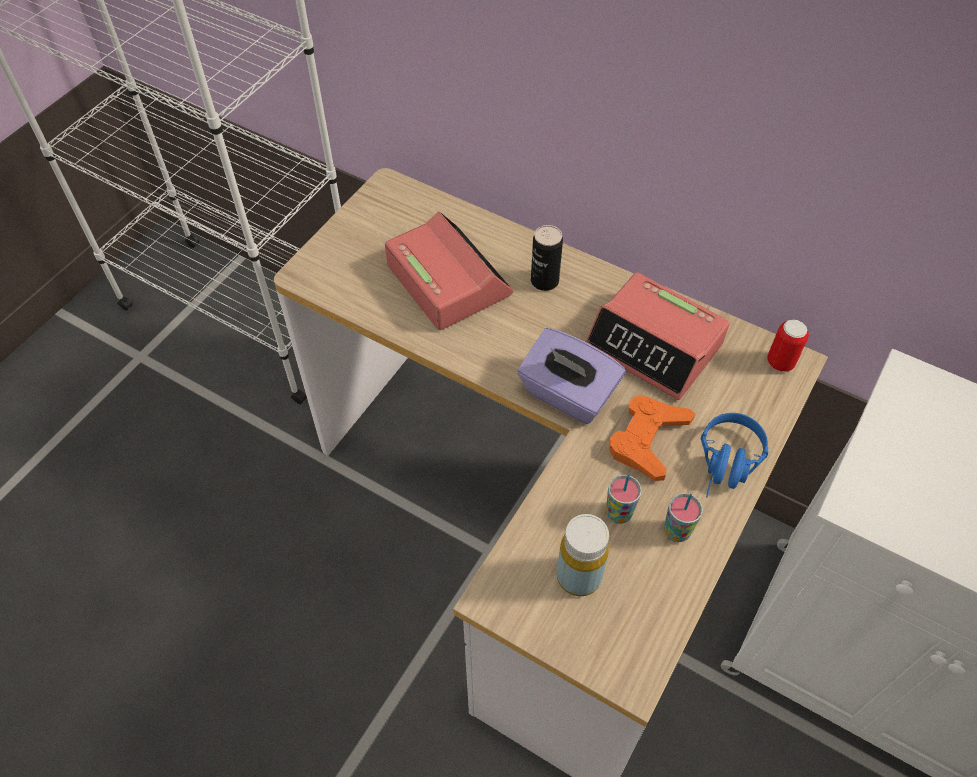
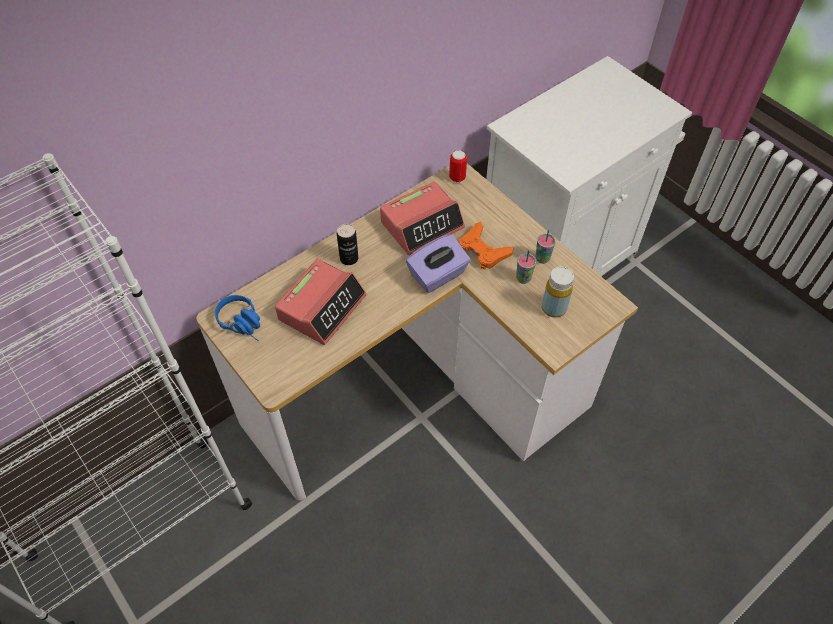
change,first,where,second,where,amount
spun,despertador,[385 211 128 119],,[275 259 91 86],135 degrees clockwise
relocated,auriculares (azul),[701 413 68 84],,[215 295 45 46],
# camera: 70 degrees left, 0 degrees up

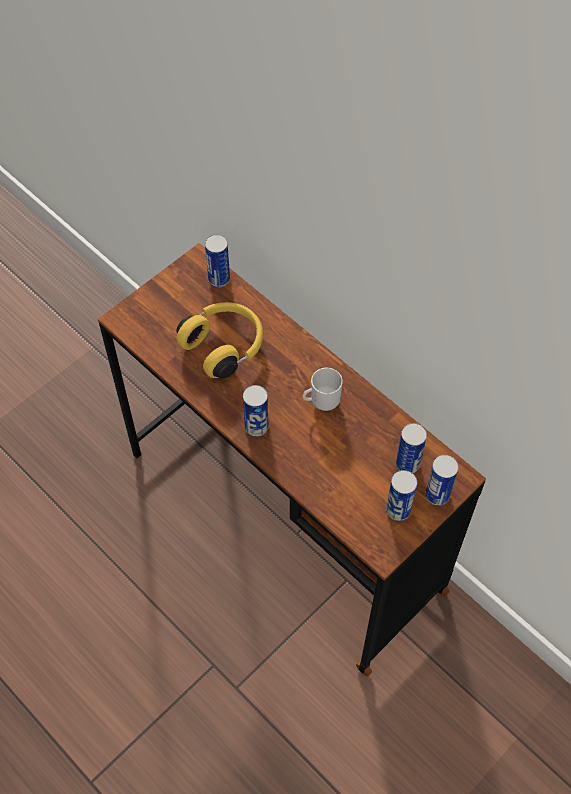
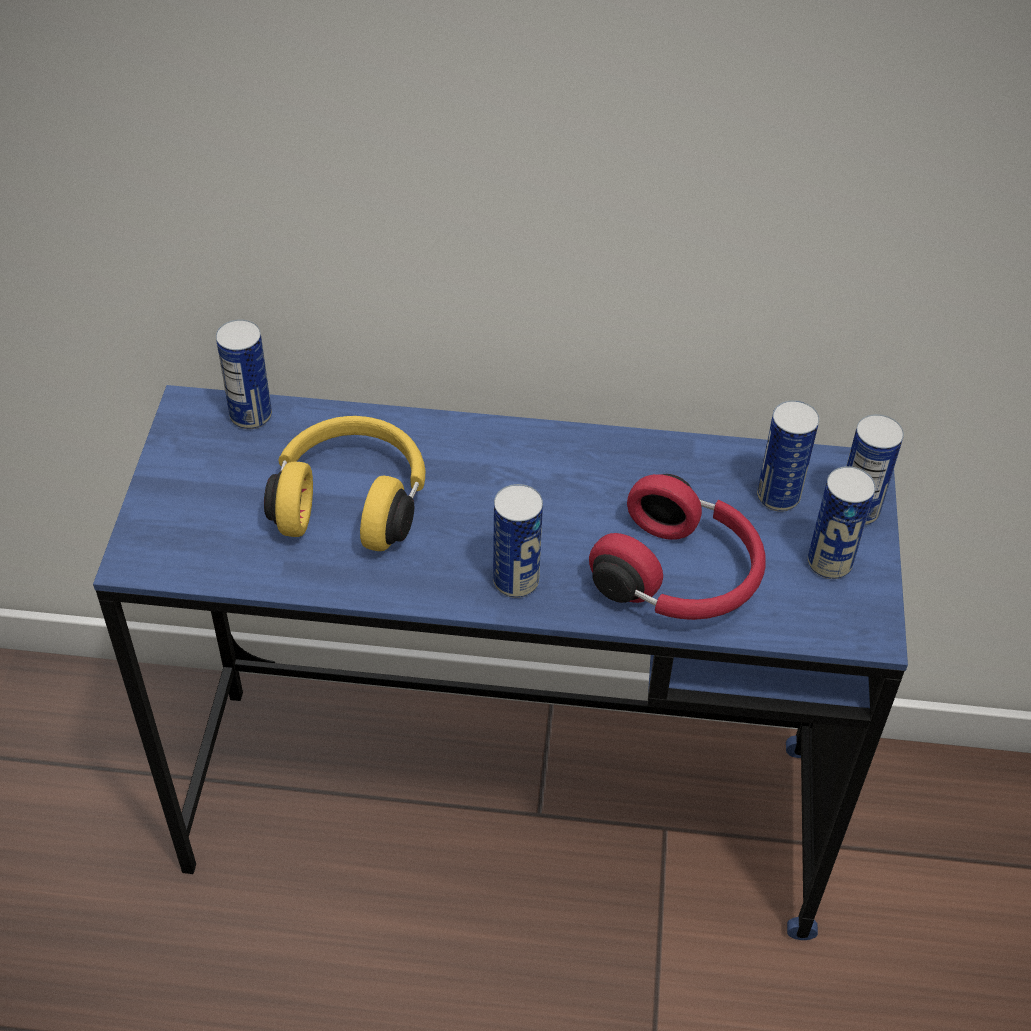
change,first,where,second,where,amount
colour,escritorio (marrón),[98 243 388 434],escritorio (azul),[93 385 815 555],
missing,taza grande,[302 368 41 43],,,
appeared,,,auriculares (rojo),[589 474 177 146],
# camera: 40 degrees left, 10 degrees down

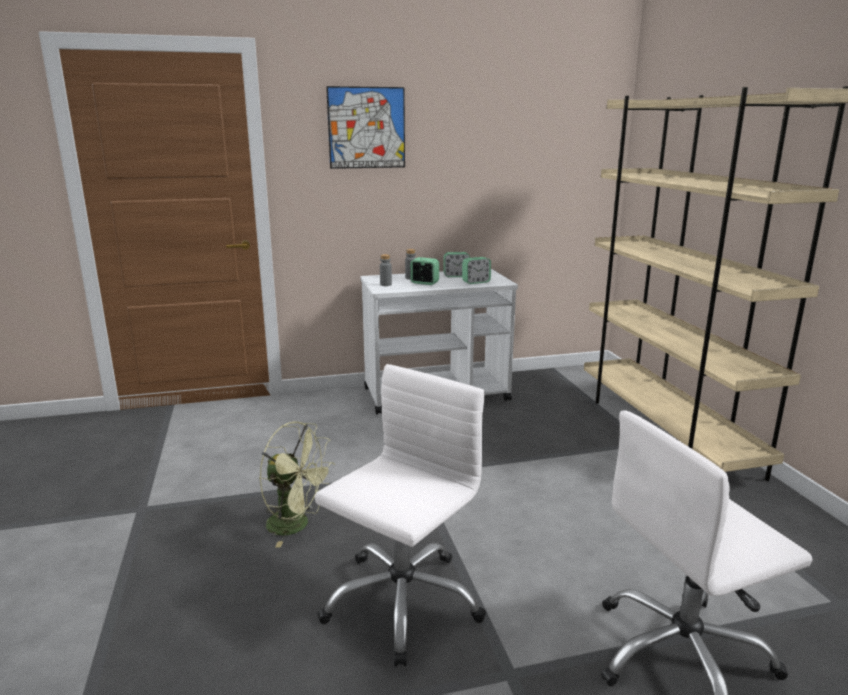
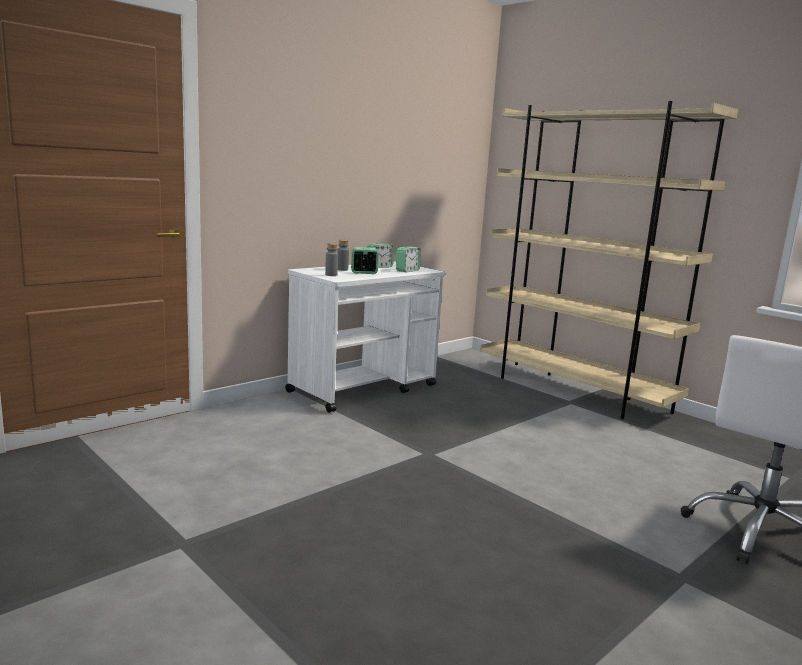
change,first,where,second,where,amount
missing,cuadro,[326 86 79 83],,,
missing,silla de oficina (blanco),[315 364 171 303],,,
missing,ventilador (verde),[259 422 76 125],,,
# camera: 30 degrees left, 5 degrees down

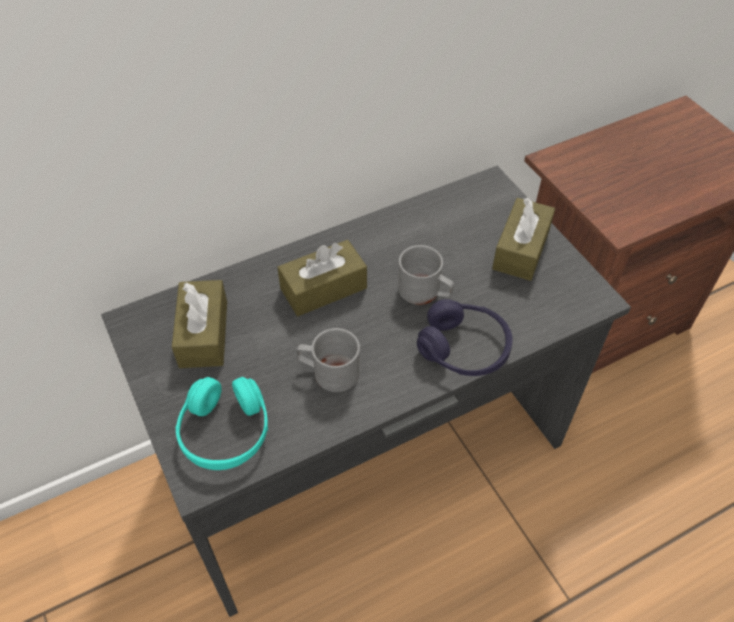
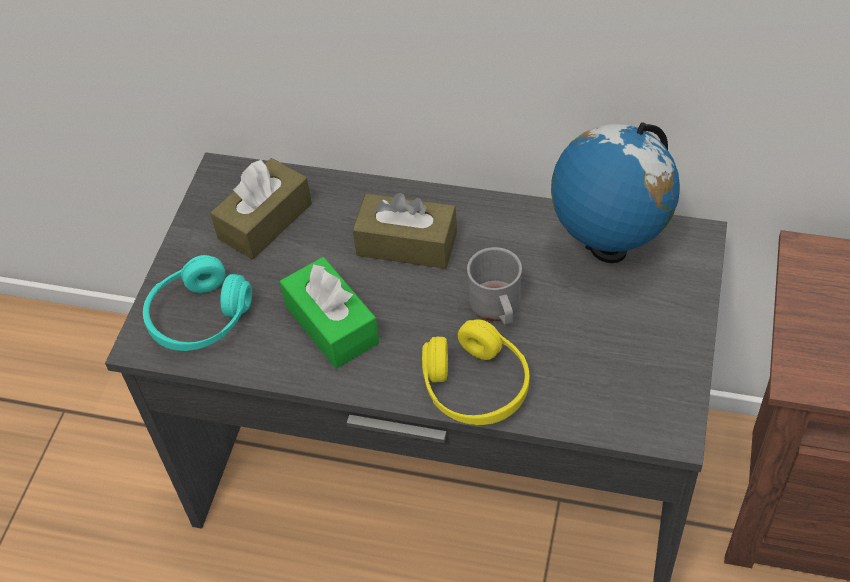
change,first,where,second,where,amount
missing,caja de pañuelos (marrón),[492 198 63 83],,,
colour,auriculares (morado),[417 299 96 77],auriculares (amarillo),[422 319 107 106],
exchanged,taza grande (gris),[296 328 64 64],caja de pañuelos (verde),[280 257 99 112],
appeared,,,globo terráqueo,[551 122 129 141],
# camera: 45 degrees right, 0 degrees up

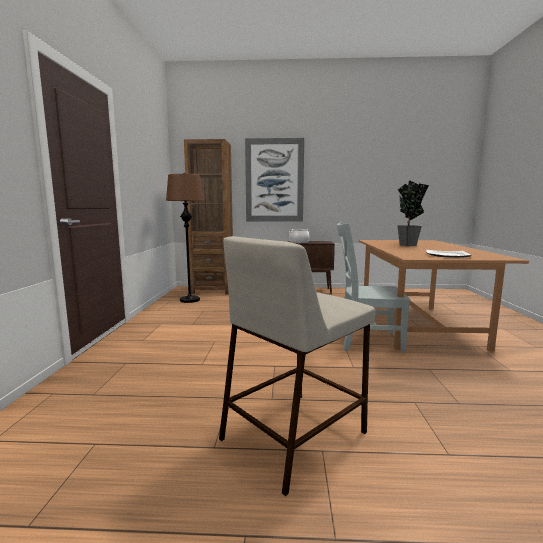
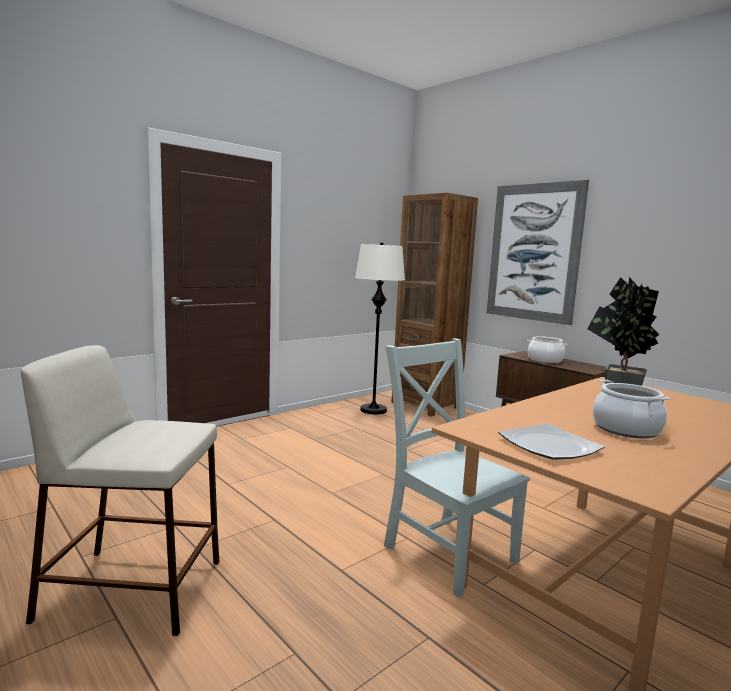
change,first,where,second,where,amount
colour,lámpara de pie (marrón),[166 173 39 130],lámpara de pie (blanco),[355 242 50 172],
appeared,,,olla,[593 380 77 59],
# camera: 45 degrees right, 0 degrees up

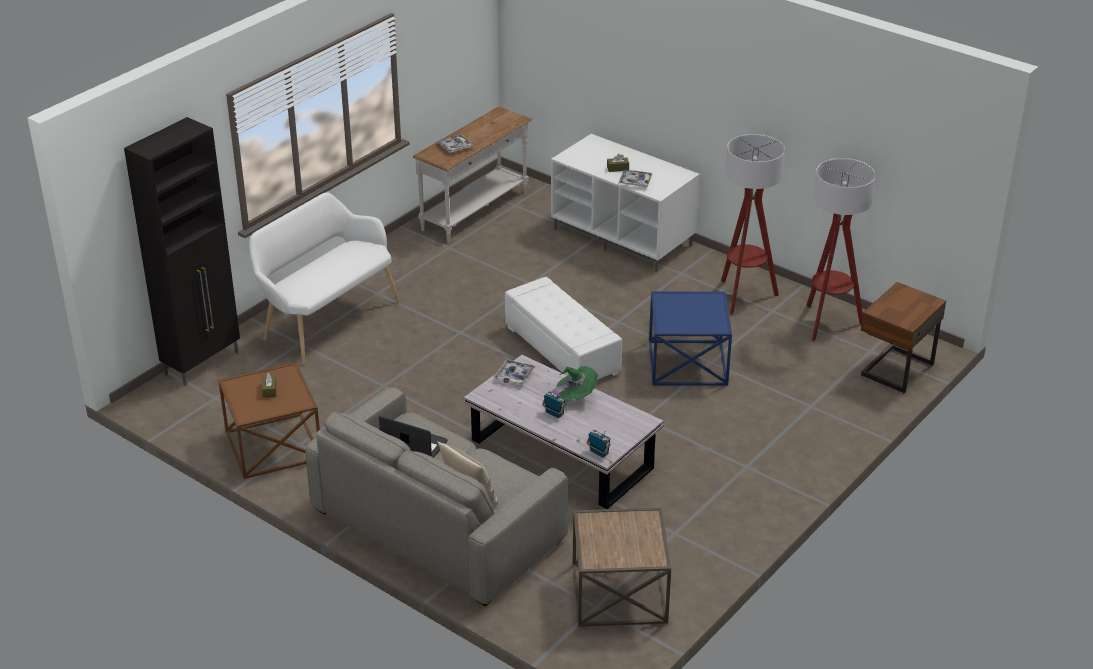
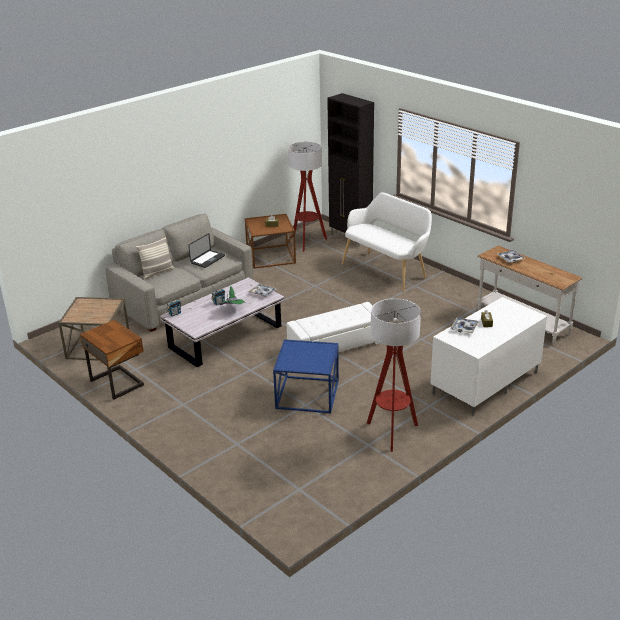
change,first,where,second,where,amount
relocated,lámpara de pie,[806 158 70 183],,[288 142 39 110],
relocated,mesita de noche (marrón),[861 282 85 112],,[80 320 64 80],
# camera: 100 degrees right, 5 degrees down

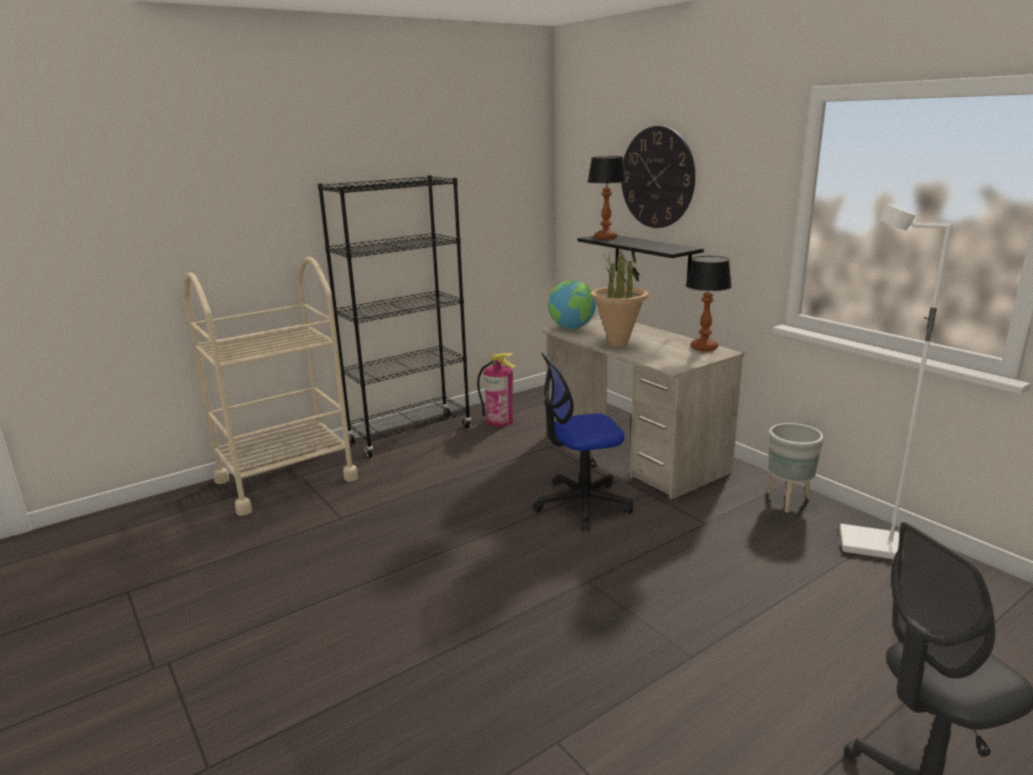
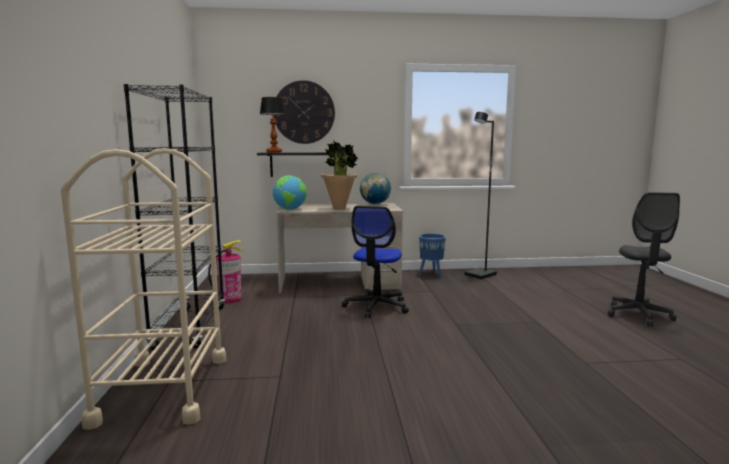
change,first,where,second,where,amount
colour,lámpara de pie (blanco),[840 204 112 355],lámpara de pie (negro),[464 112 33 168],
exchanged,lámpara de mesa,[686 256 46 95],globo terráqueo,[360 173 31 32],
colour,maceta (gris),[767 423 57 90],maceta (azul),[419 234 27 44],
# camera: 60 degrees left, 10 degrees down

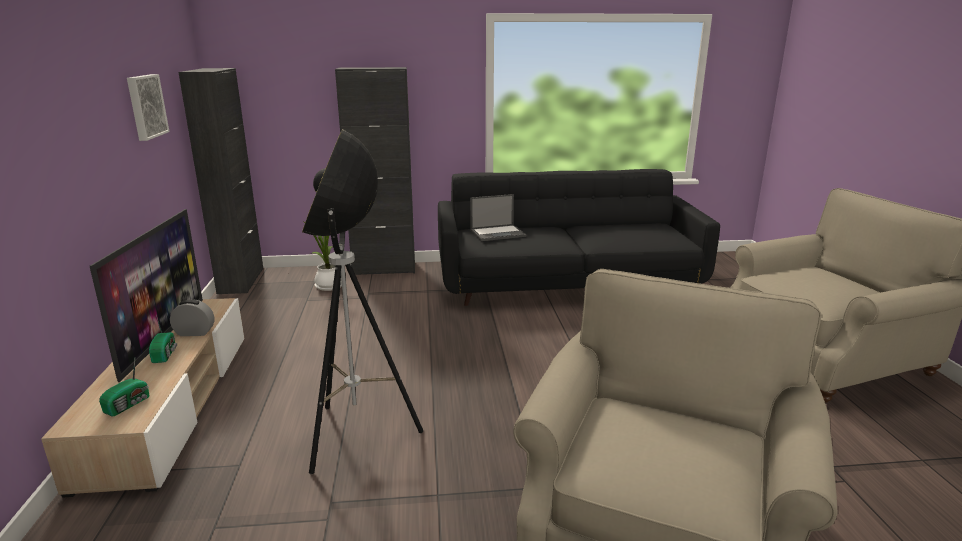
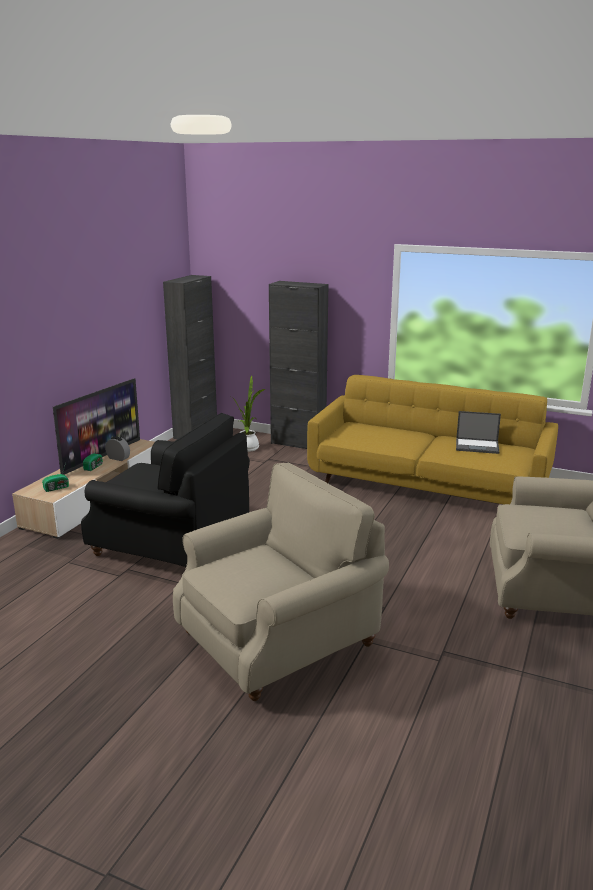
change,first,where,second,where,amount
missing,cuadro,[127 74 42 67],,,
exchanged,lámpara de pie,[302 129 121 345],sillón (negro),[81 413 169 154],
colour,sofá (negro),[438 169 282 137],sofá (amarillo),[307 375 251 130],
relocated,portátil,[470 194 56 47],,[456 411 45 43],
# camera: 30 degrees right, 0 degrees up

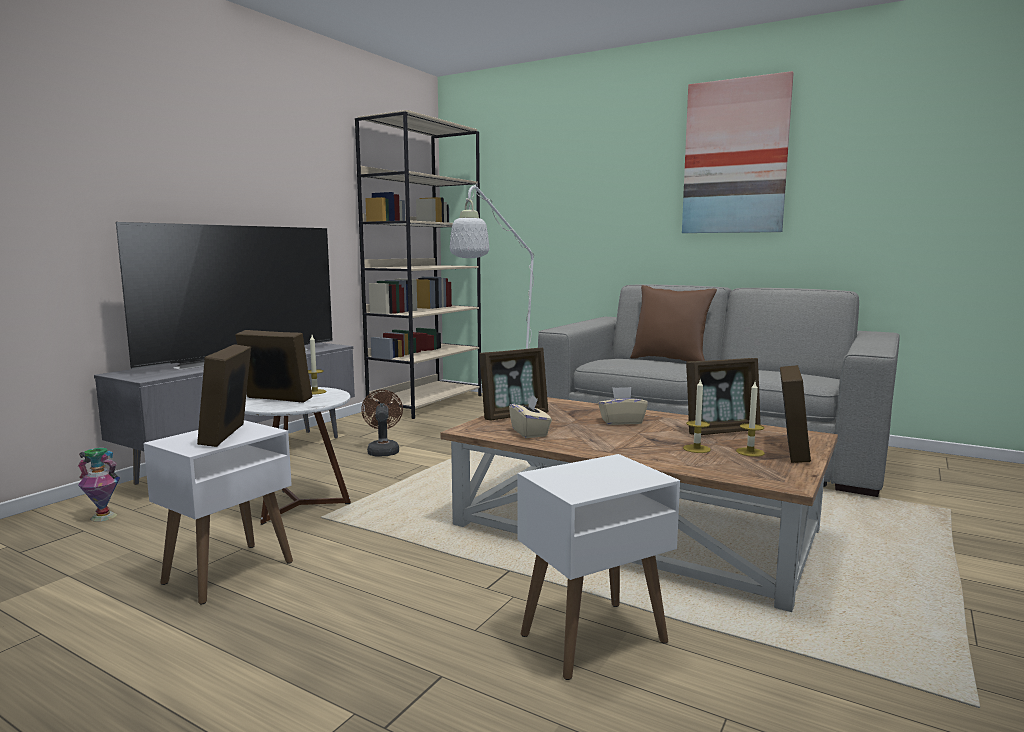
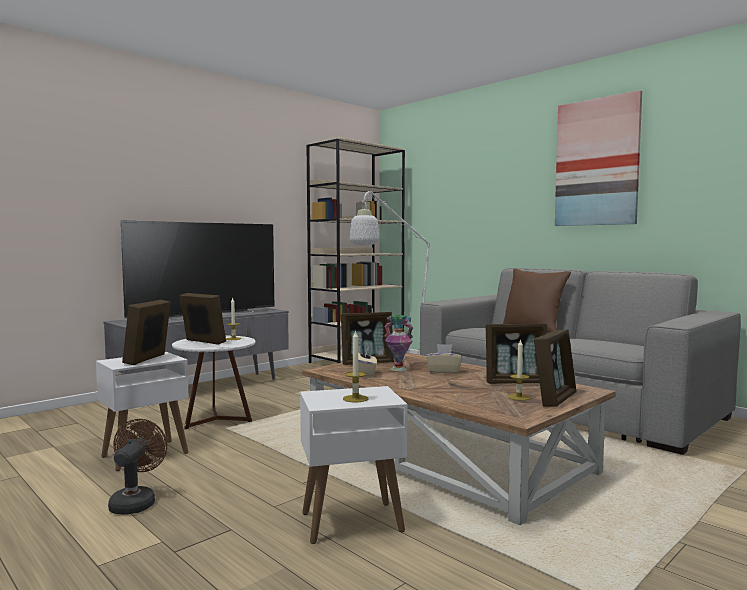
change,first,where,second,where,amount
relocated,vela,[683 378 28 75],,[343 330 25 72],
relocated,ventilador (marrón),[361 390 42 66],,[108 419 59 95],
relocated,florero,[78 448 42 73],,[384 315 29 56],
# camera: 15 degrees right, 5 degrees down

